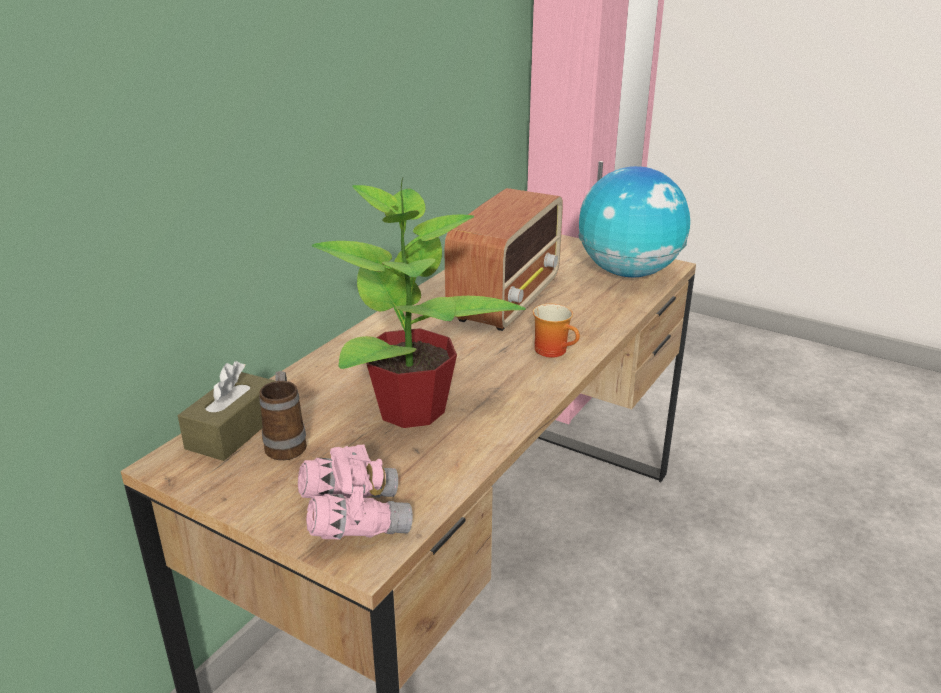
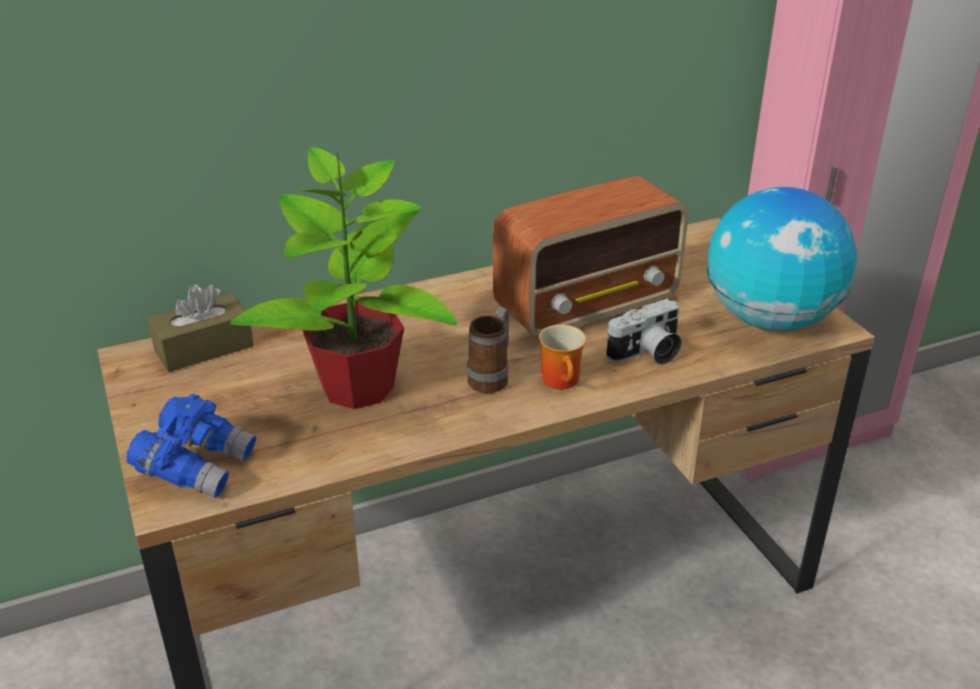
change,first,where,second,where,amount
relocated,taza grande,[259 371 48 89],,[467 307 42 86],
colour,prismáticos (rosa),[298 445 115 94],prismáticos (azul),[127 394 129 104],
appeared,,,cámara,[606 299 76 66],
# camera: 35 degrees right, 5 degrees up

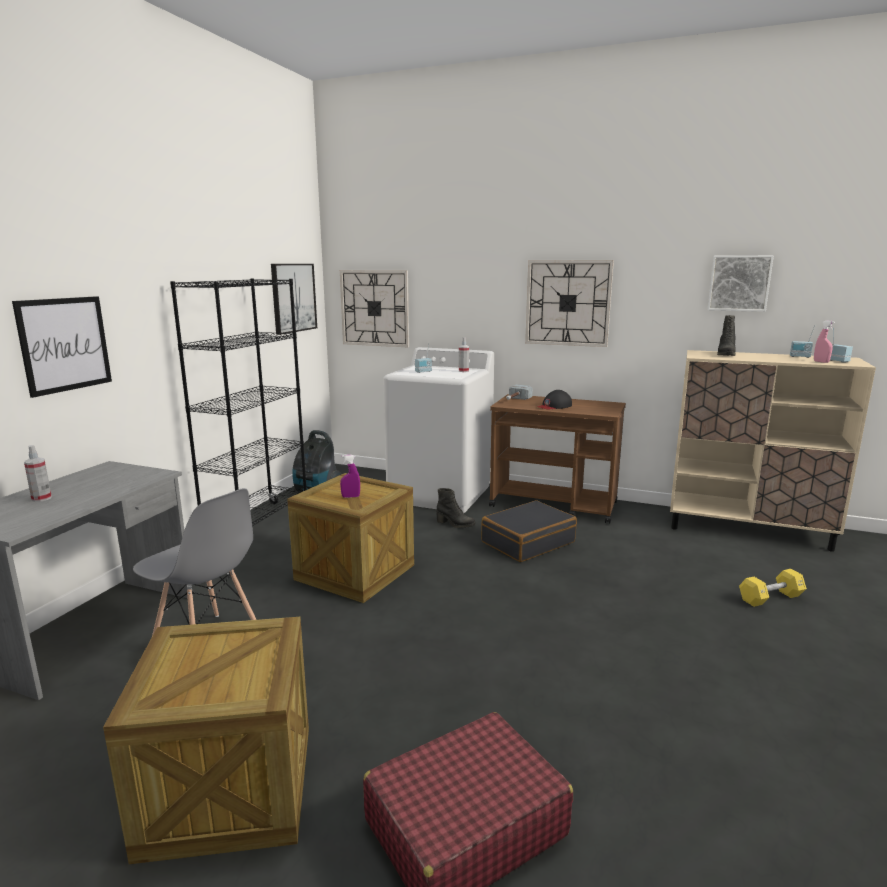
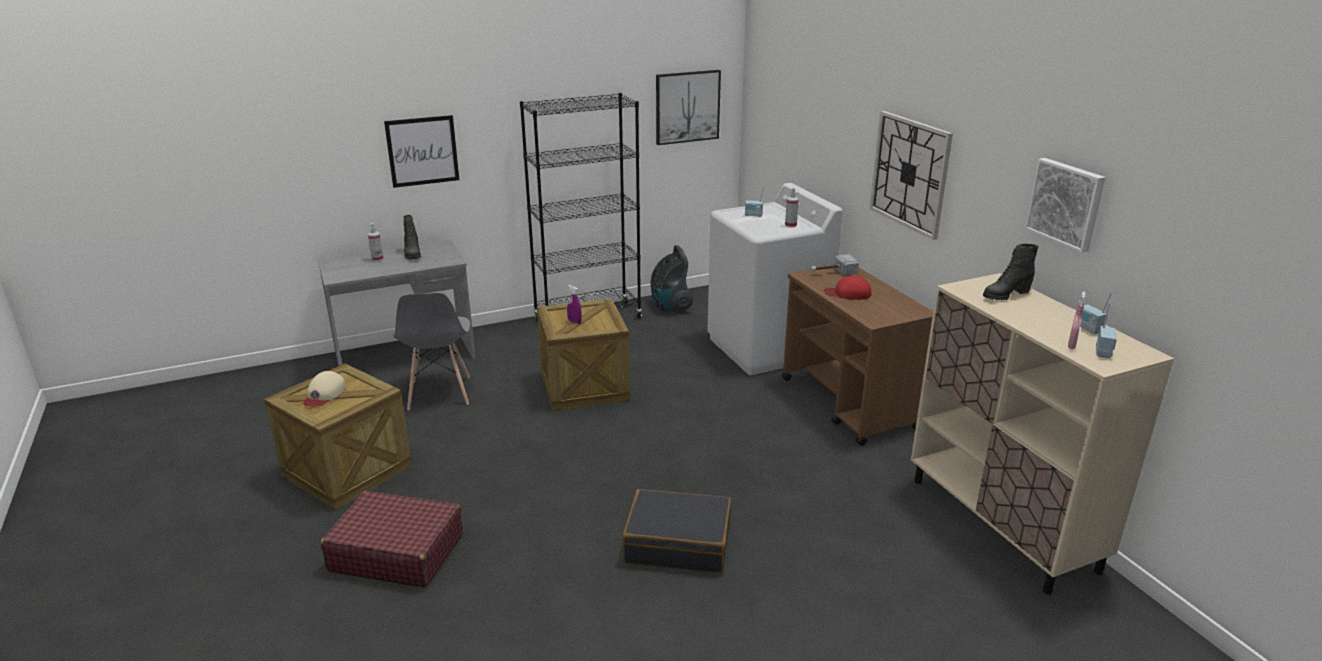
change,first,where,second,where,amount
missing,reloj de pared,[340 270 69 77],,,
colour,gorra (negro),[538 390 34 19],gorra (rojo),[824 275 47 25],
relocated,bota (negro),[436 488 40 40],,[403 215 18 45],
relocated,maleta (negro),[481 500 96 62],,[622 489 110 84],
missing,mancuerna (amarillo),[739 569 68 38],,,
appeared,,,gorra (beis),[303 371 43 35],
# camera: 45 degrees right, 10 degrees up

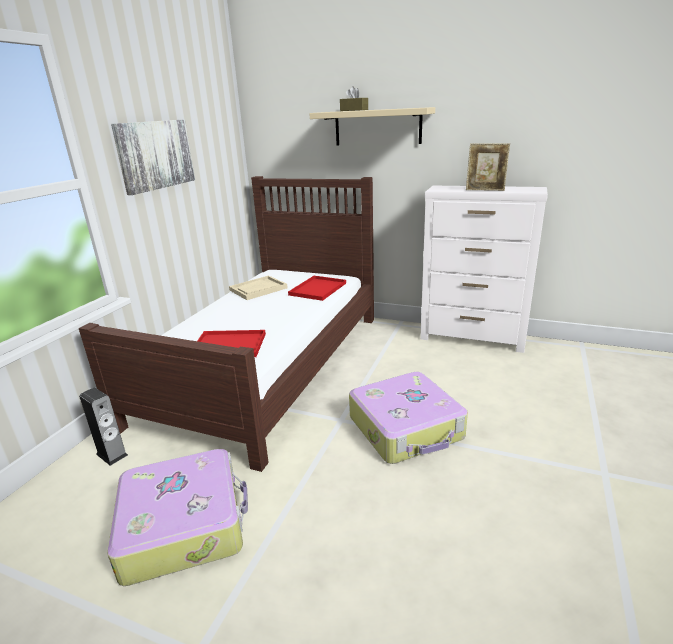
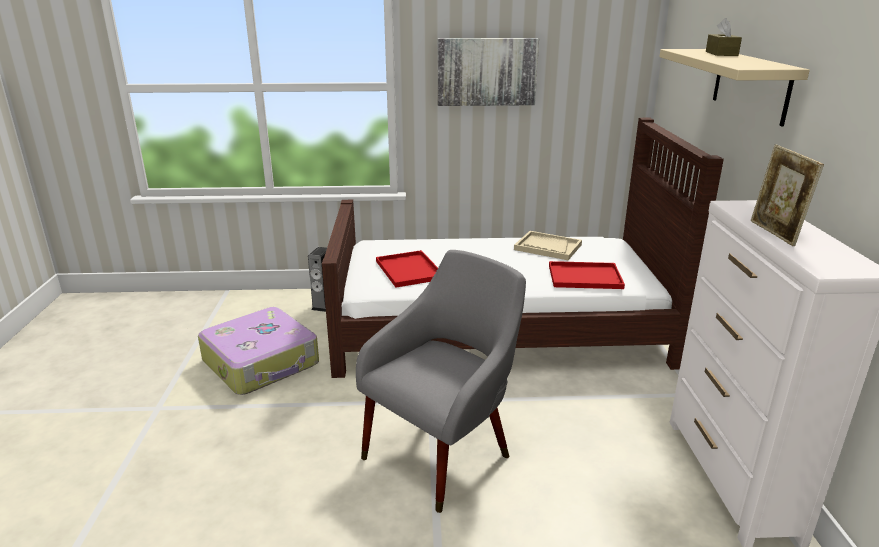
change,first,where,second,where,amount
exchanged,maleta,[349 372 119 92],sillón (gris),[356 250 170 263],
# camera: 65 degrees right, 0 degrees up

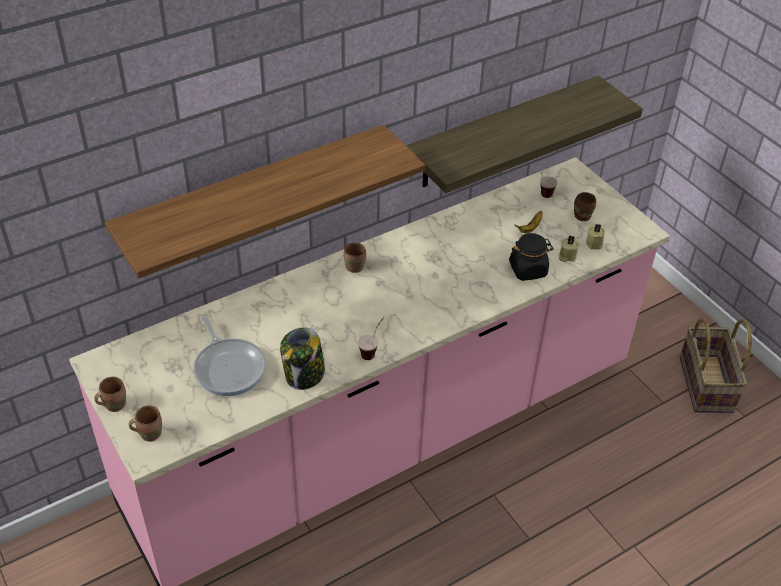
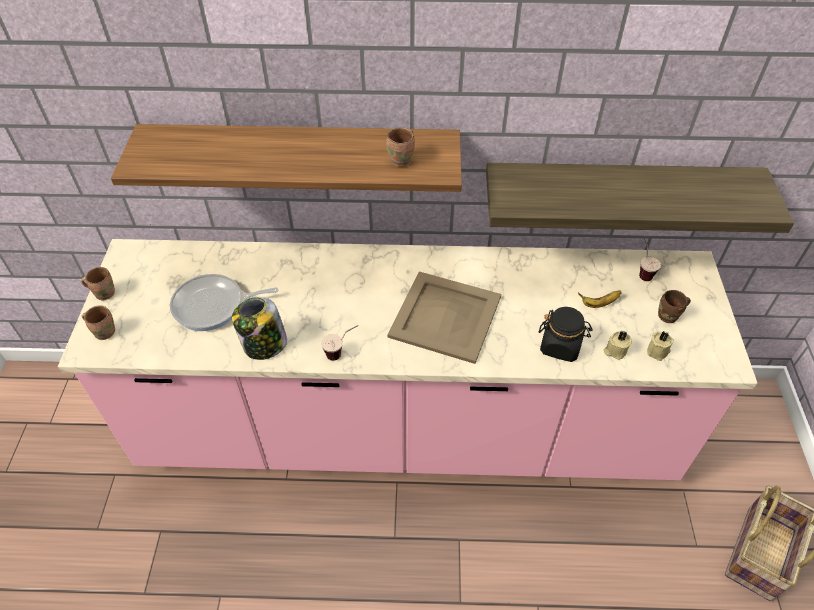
change,first,where,second,where,amount
relocated,taza grande (marrón),[343 242 23 31],,[386 127 29 40],
spun,sartén,[194 316 72 80],,[170 274 108 57],75 degrees clockwise
appeared,,,bandeja (beis),[388 271 113 93],
# camera: 35 degrees right, 5 degrees up

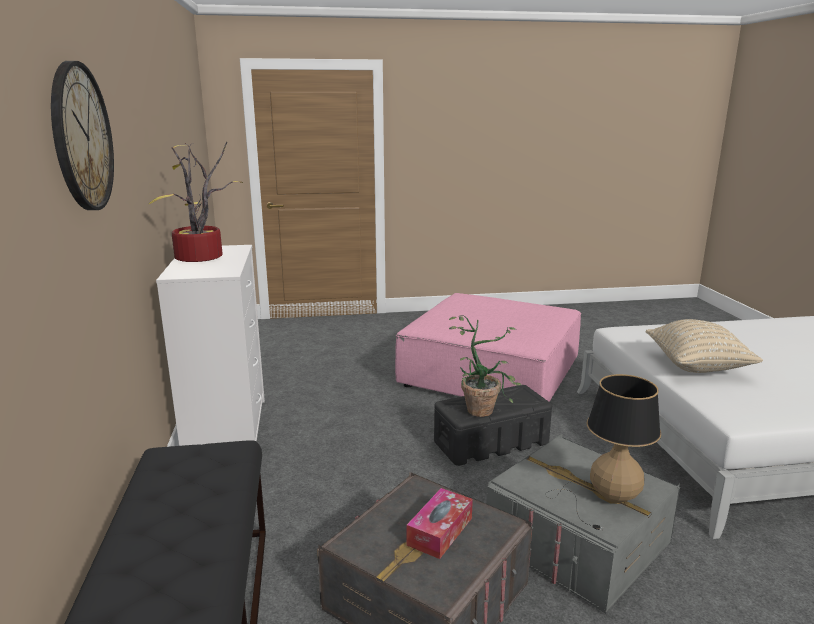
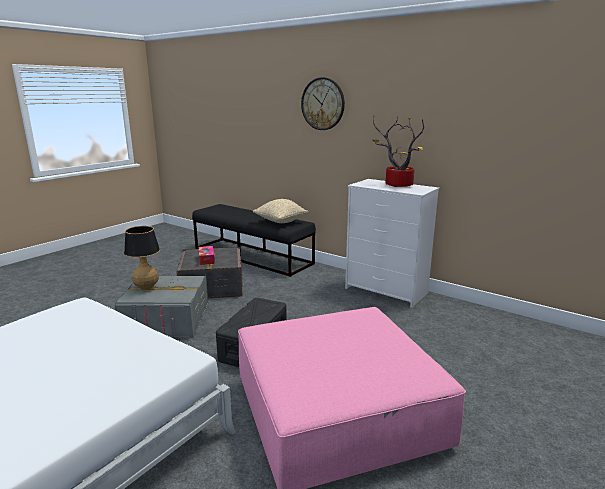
change,first,where,second,where,amount
missing,planta en maceta,[449 315 73 102],,,
relocated,cojín (beis),[646 319 117 54],,[253 199 55 24],
# camera: 135 degrees right, 0 degrees up

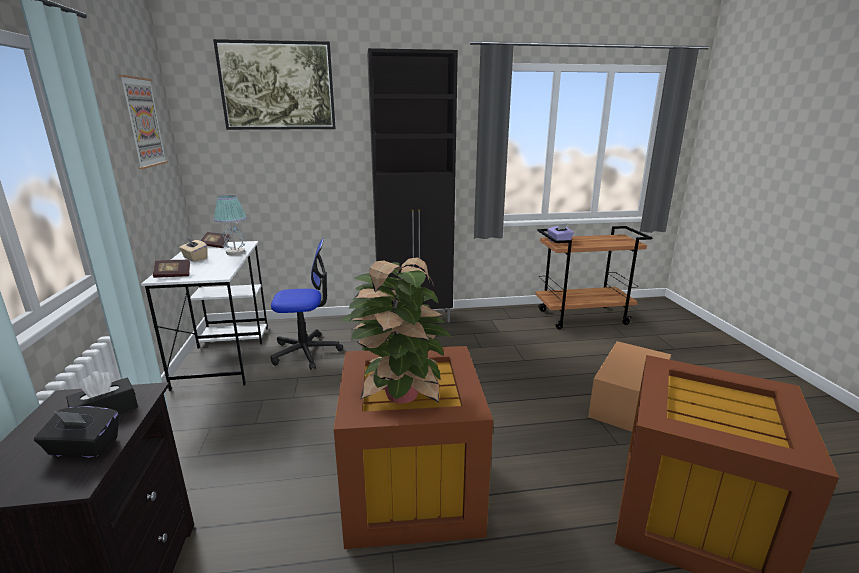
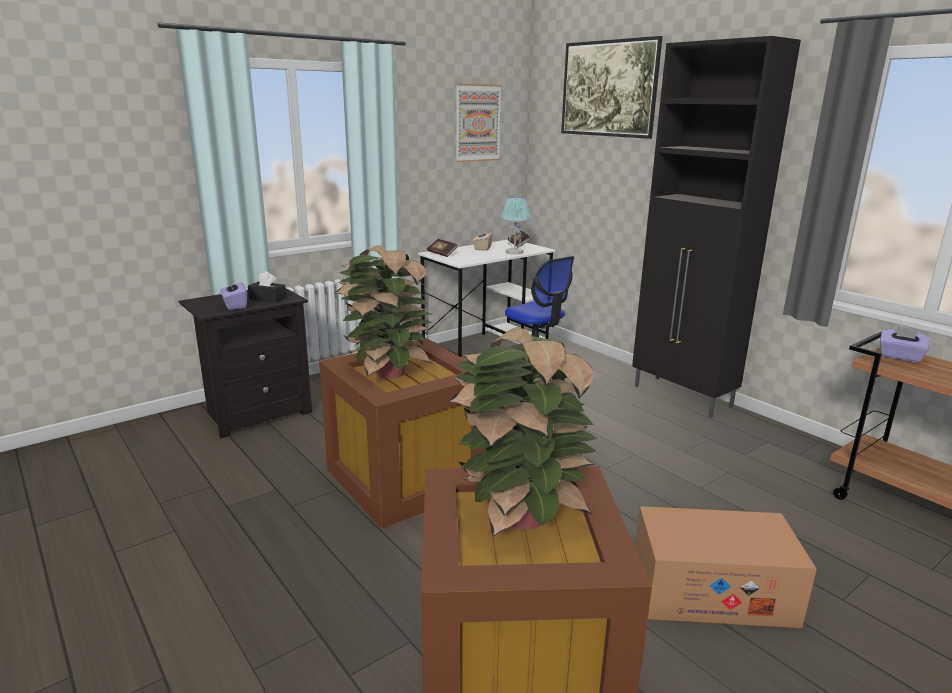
change,first,where,second,where,amount
colour,caja de pañuelos (negro),[34 406 85 52],caja de pañuelos (morado),[220 280 27 30],
appeared,,,planta en maceta,[448 327 150 210],
# camera: 60 degrees right, 0 degrees up

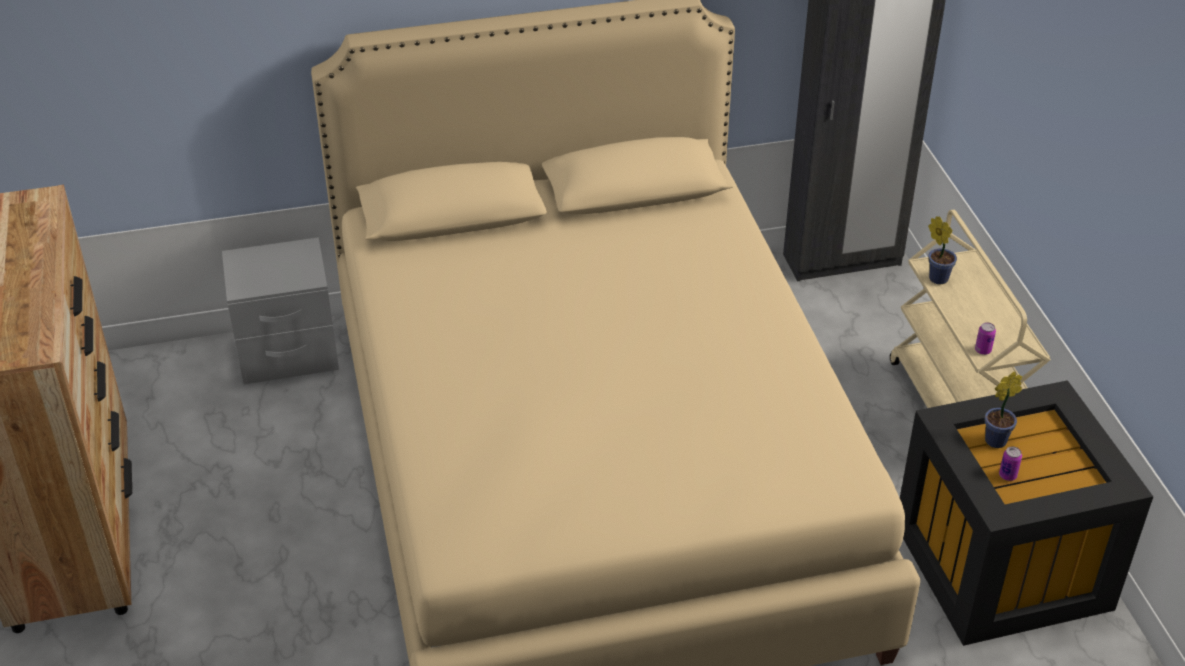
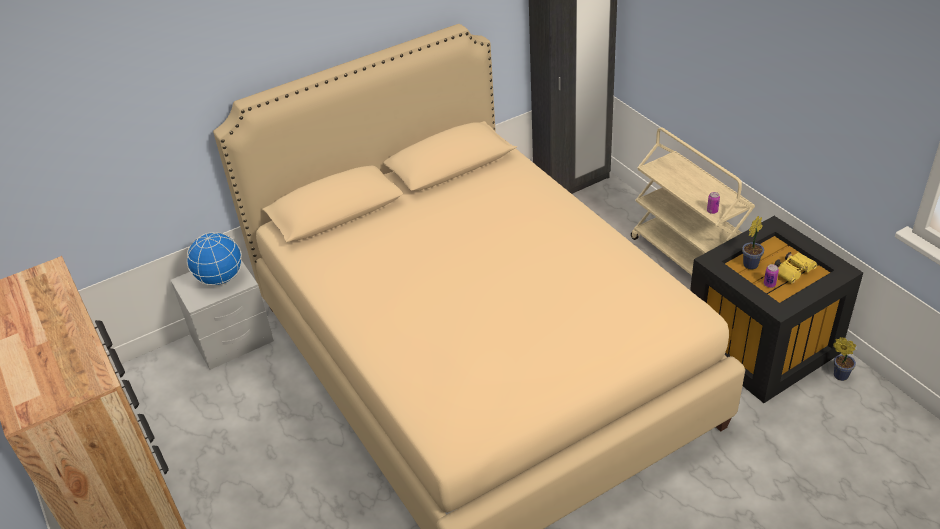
change,first,where,second,where,amount
relocated,planta en maceta,[928 216 29 68],,[833 337 23 44],
appeared,,,globo terráqueo,[187 232 55 53],
appeared,,,prismáticos (amarillo),[774 252 43 32],
# camera: 15 degrees left, 0 degrees up

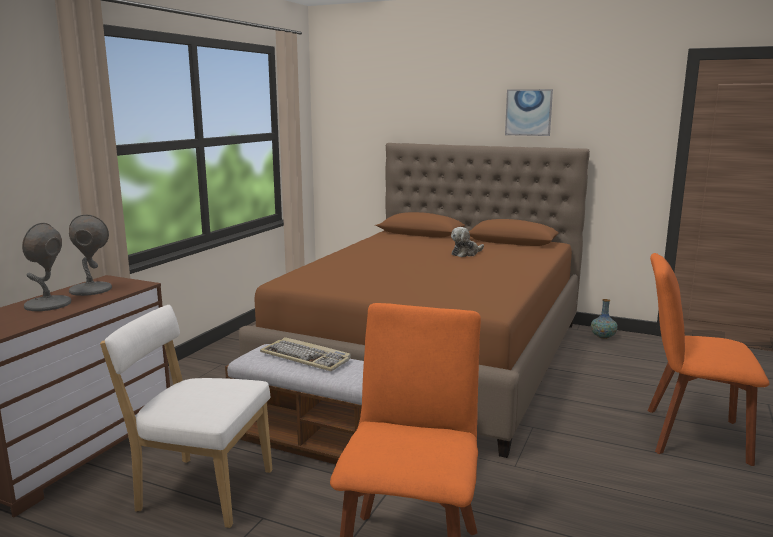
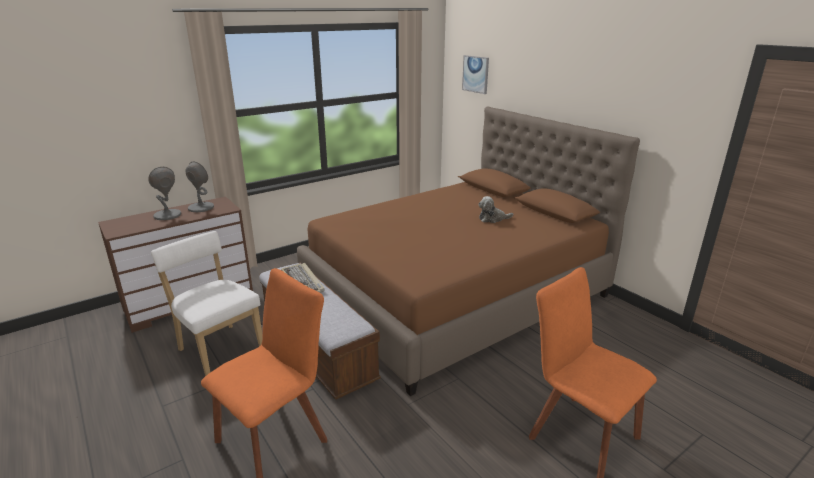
change,first,where,second,where,amount
relocated,cuadro,[505 89 48 47],,[462 55 27 39],
missing,florero,[591 299 26 40],,,
# camera: 30 degrees right, 10 degrees up

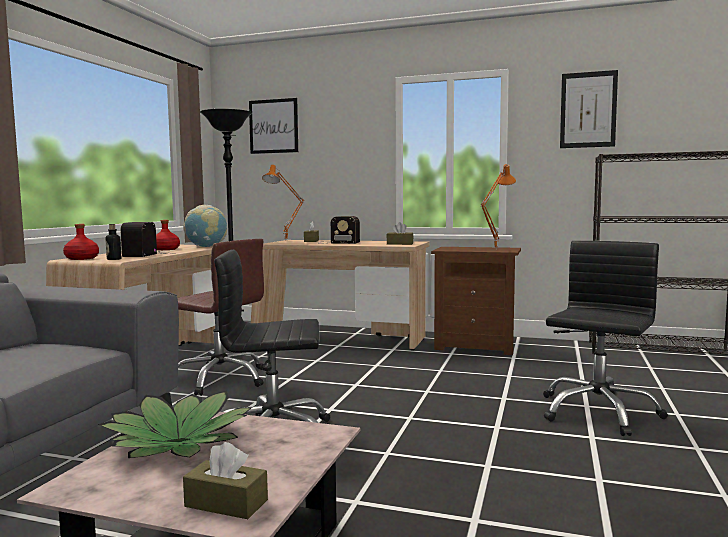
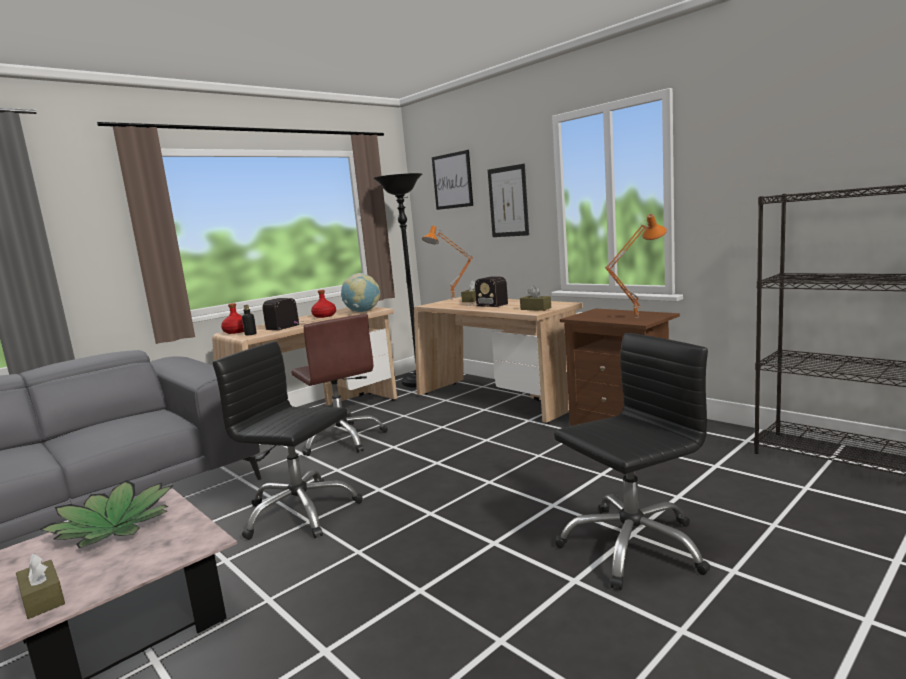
change,first,where,second,where,amount
relocated,cuadro,[560 70 58 78],,[488 164 41 73],
# camera: 30 degrees right, 5 degrees up

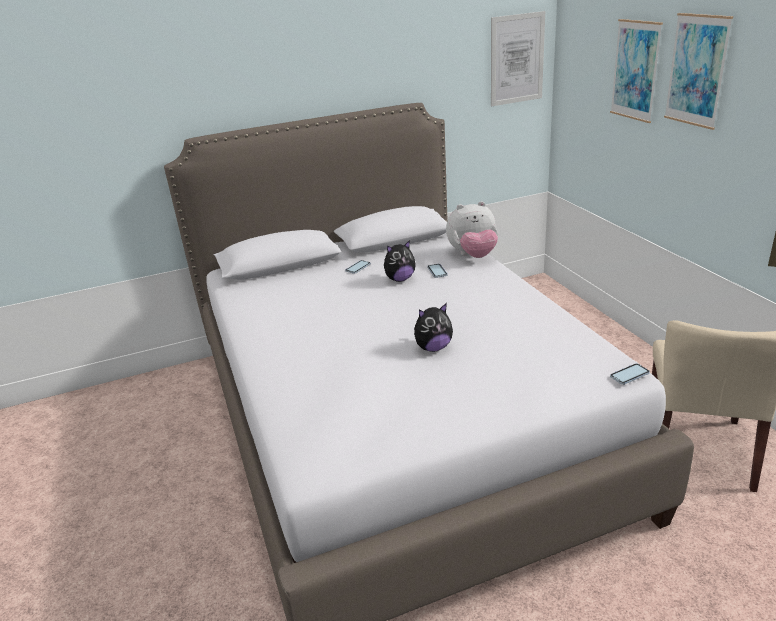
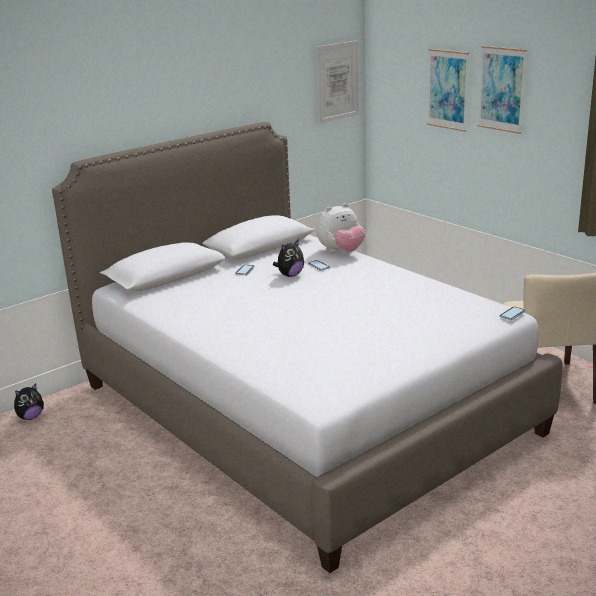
change,first,where,second,where,amount
relocated,peluche,[414 303 39 49],,[14 383 30 37],
# camera: 20 degrees left, 5 degrees down

